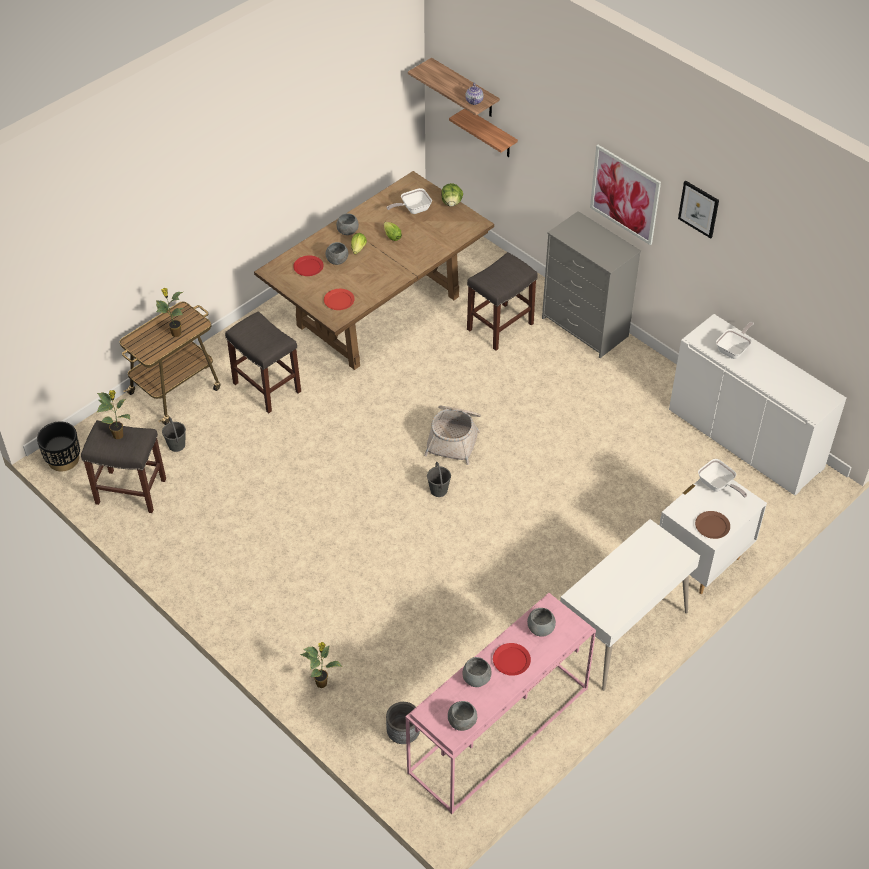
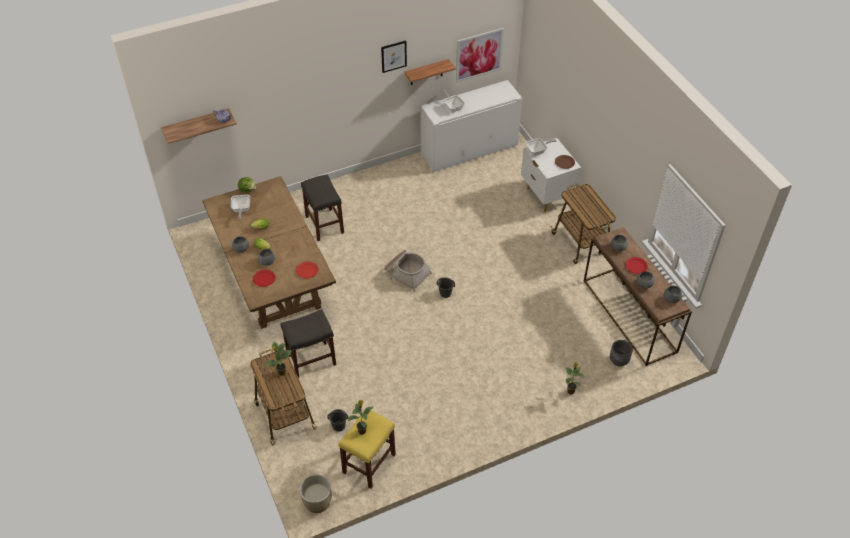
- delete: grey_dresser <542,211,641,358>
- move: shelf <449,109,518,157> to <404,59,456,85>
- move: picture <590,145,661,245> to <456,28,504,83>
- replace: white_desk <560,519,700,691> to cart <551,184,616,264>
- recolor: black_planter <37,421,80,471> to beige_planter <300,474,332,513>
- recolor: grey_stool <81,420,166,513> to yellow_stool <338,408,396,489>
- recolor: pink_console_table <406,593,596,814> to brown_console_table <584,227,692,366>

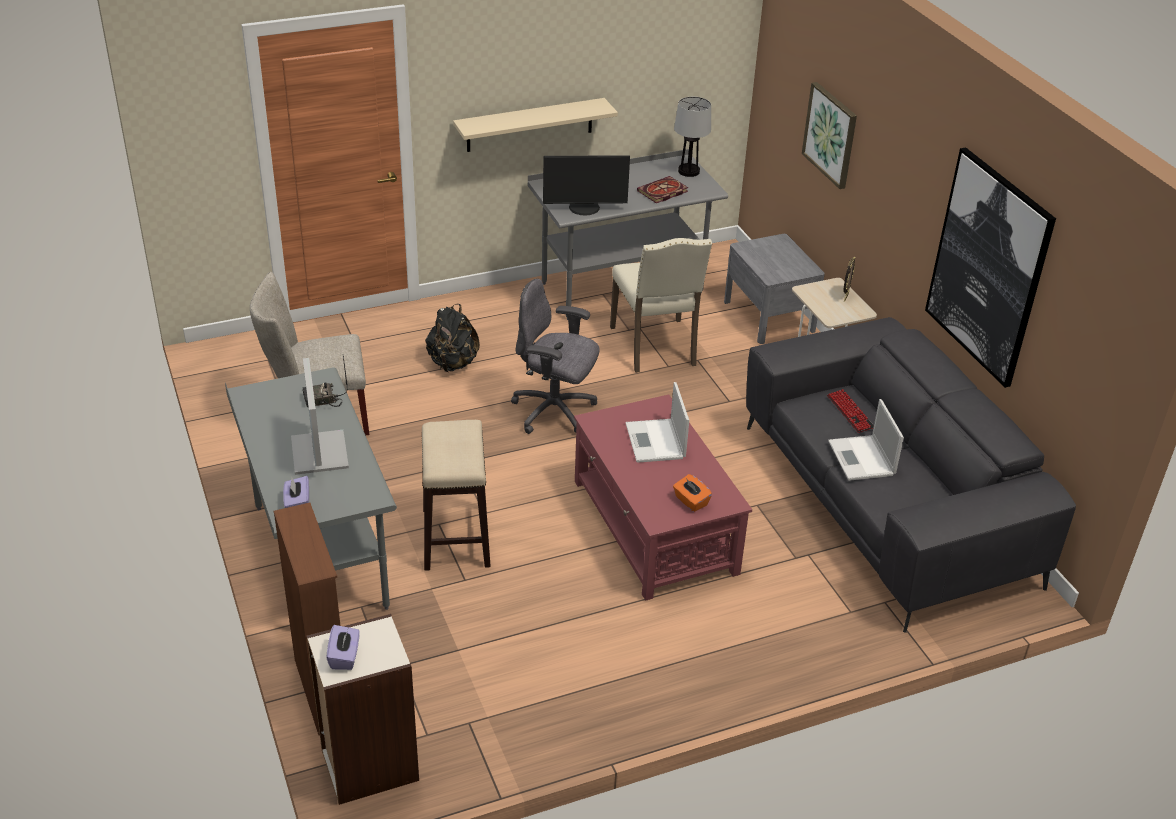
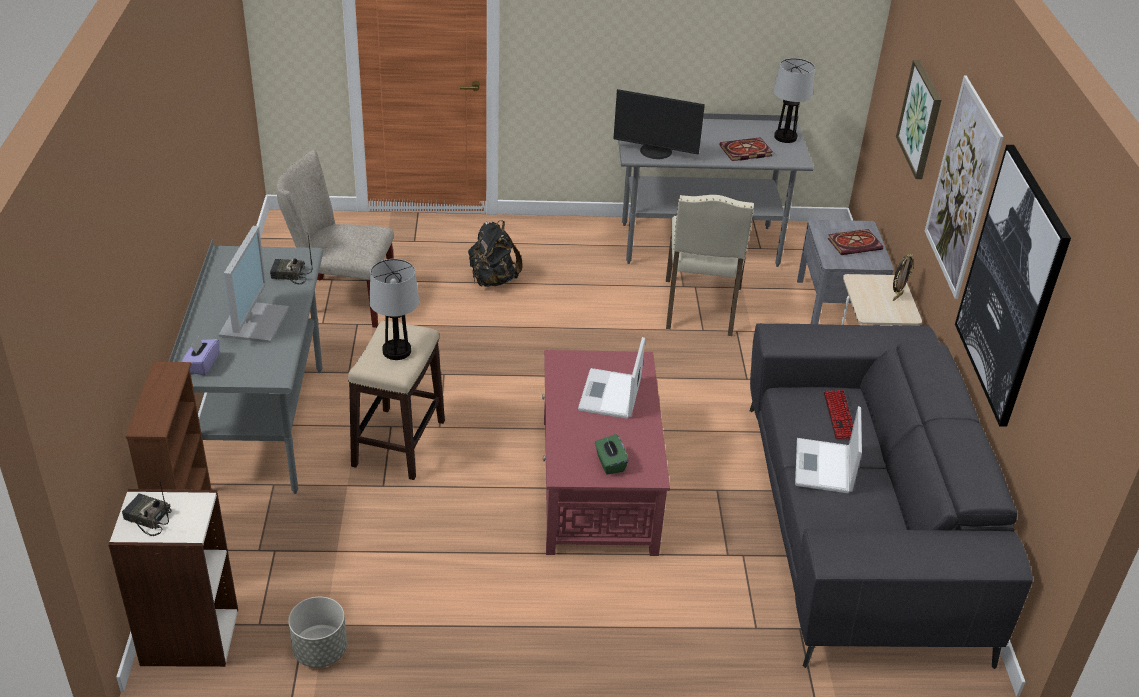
- delete: beige_shelf <453,98,618,152>
- delete: grey_office_chair <511,279,600,434>
- insert: grey_planter <288,597,347,668>
- insert: table_lamp <369,259,419,360>
- insert: book <827,229,883,255>
- insert: picture <925,76,1003,299>
- replace: purple_tissue_box <327,625,360,670> to radio <122,482,172,536>
- recolor: orange_tissue_box <673,474,712,512> to green_tissue_box <595,434,628,474>

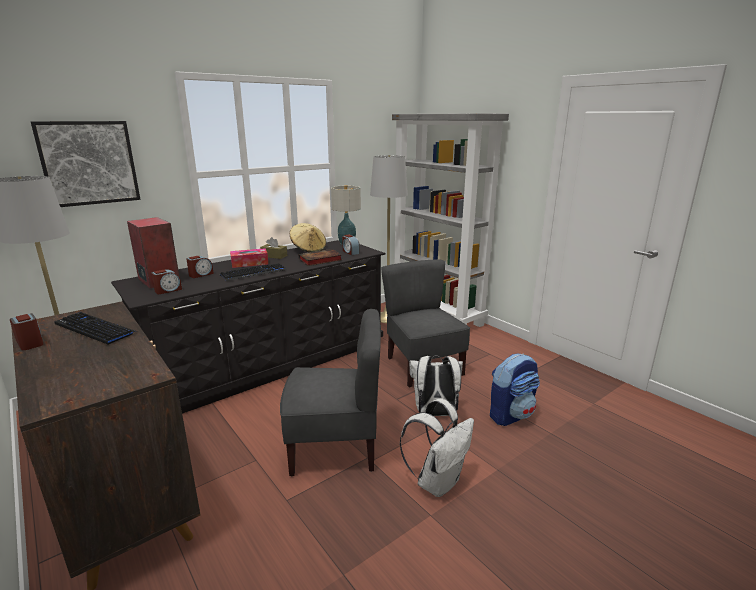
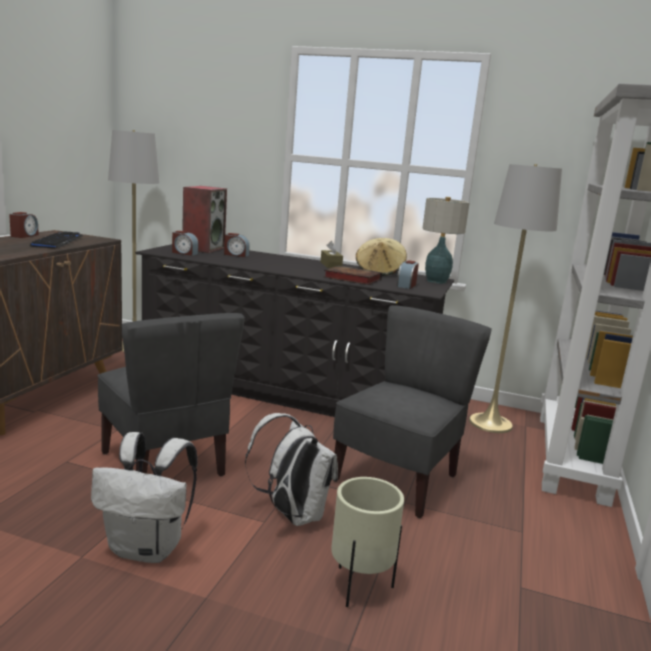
- delete: picture <31,121,141,207>
- delete: keyboard <220,263,287,281>
- delete: tissue_box <230,248,268,268>
- replace: backpack <490,354,540,426> to beige_planter <331,477,404,607>

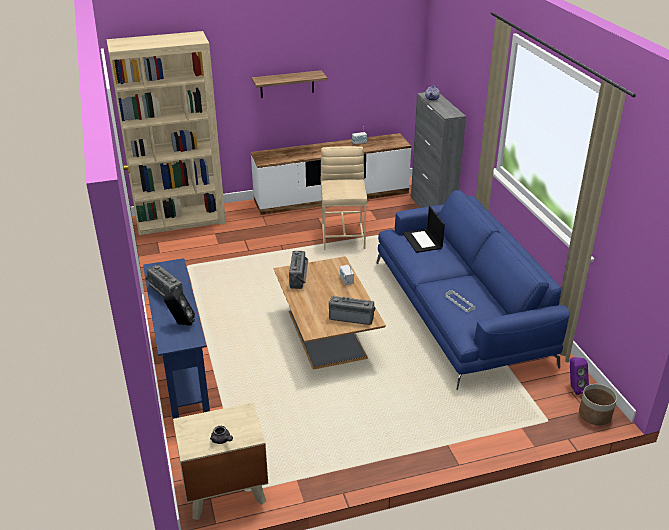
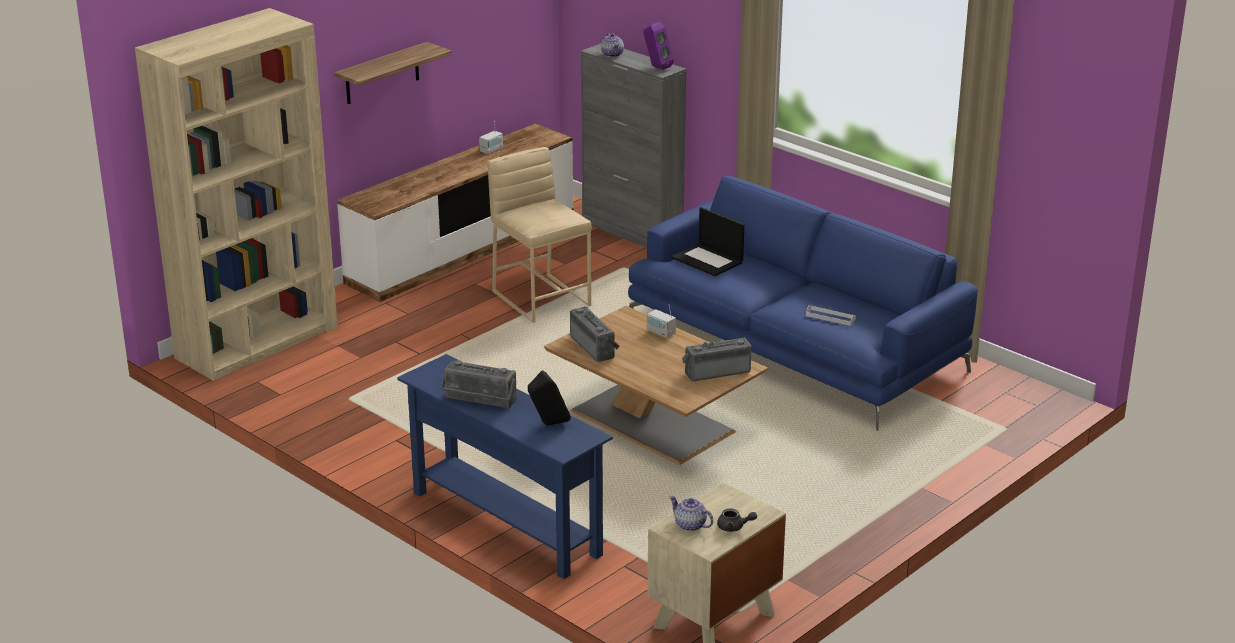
- delete: planter <579,384,617,425>
- insert: teapot <669,496,713,531>
- move: purple_speaker <570,357,589,395> to <643,22,674,70>

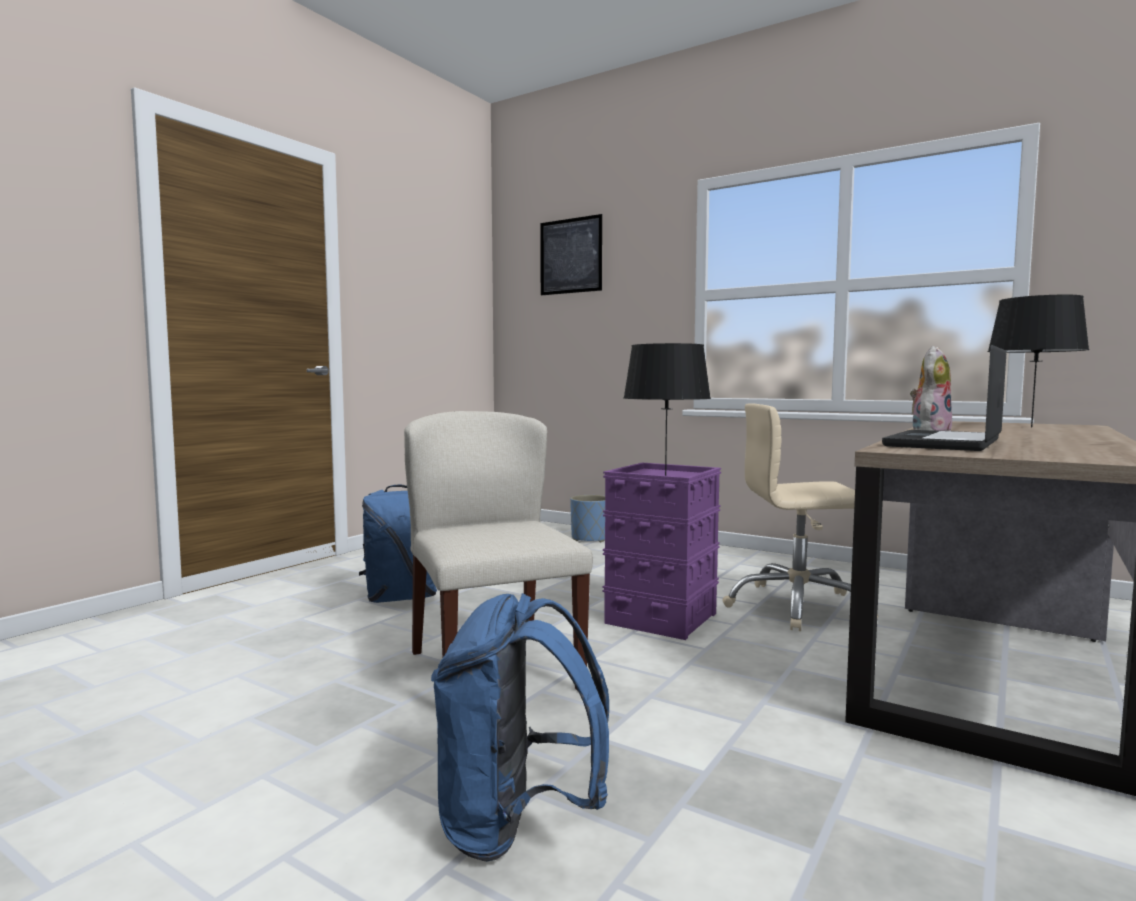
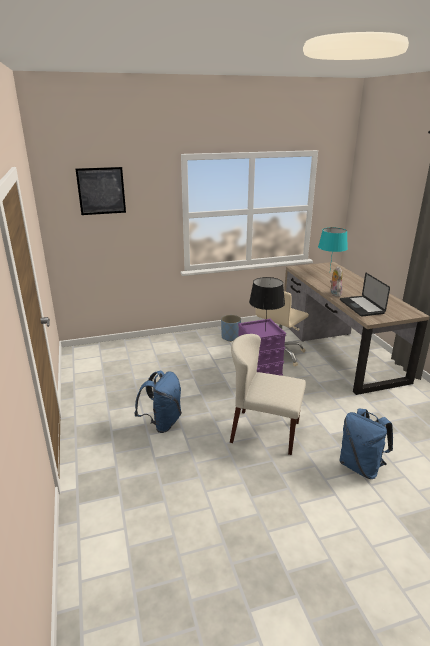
- move: blue_planter <570,495,605,542> to <221,315,241,342>
- recolor: black_table_lamp <988,295,1089,428> to turquoise_table_lamp <318,227,348,269>

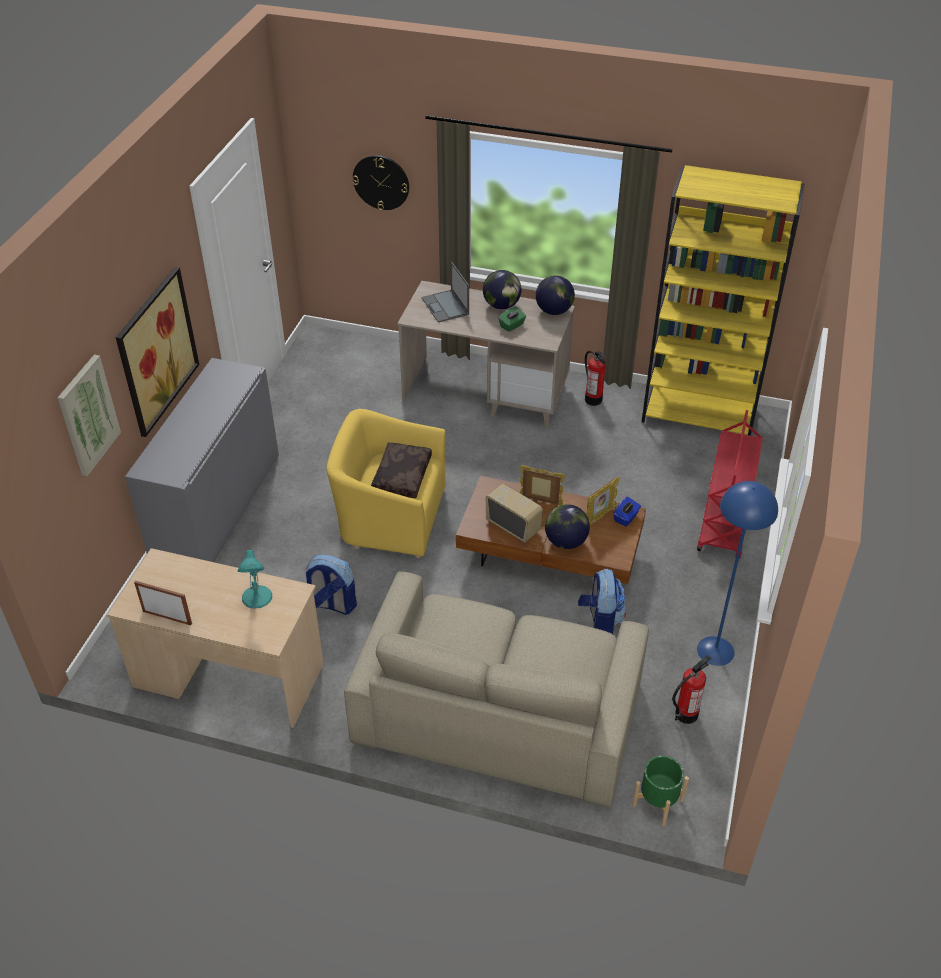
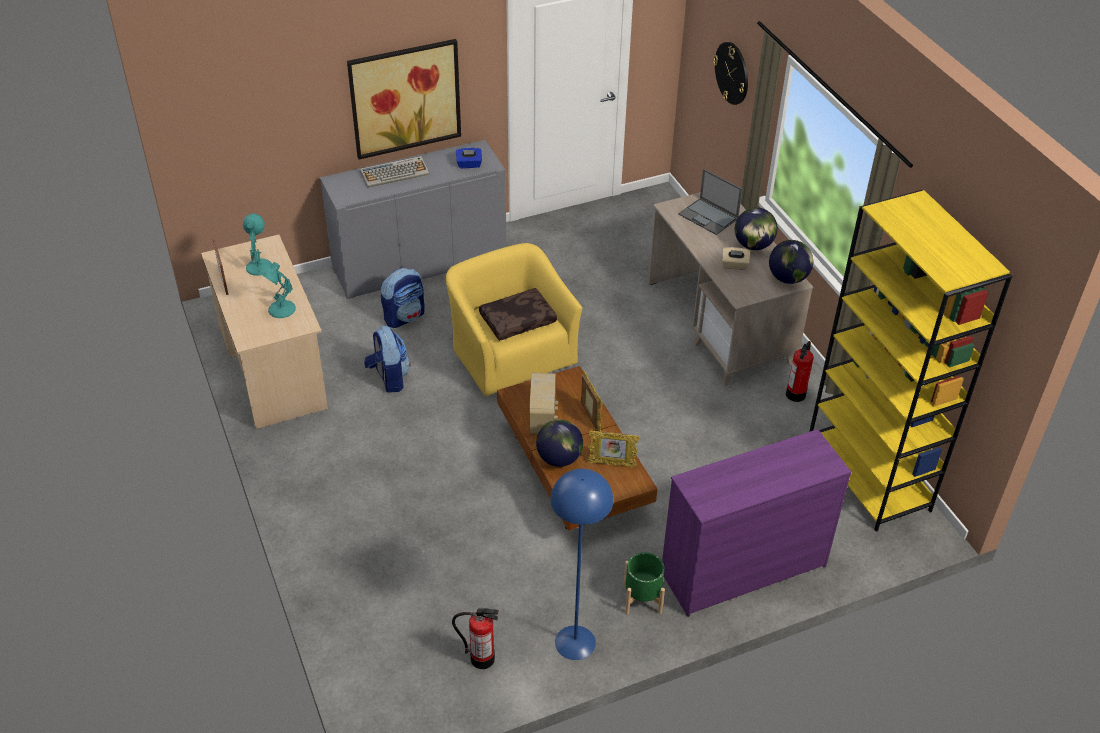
- delete: picture <58,355,121,476>
- delete: beige_sofa <344,572,649,808>
- insert: turquoise_table_lamp <243,213,272,276>
- insert: keyboard <360,156,429,188>
- move: backpack <578,569,626,634> to <381,268,425,328>
- move: blue_tissue_box <613,497,641,526> to <456,148,482,168>
- move: green_planter <632,756,689,826> to <623,552,665,614>
- replace: red_cart <697,410,763,558> to purple_dresser <662,429,852,617>
- recolor: green_tissue_box <498,307,526,332> to beige_tissue_box <722,247,750,270>
- rotate: laptop <421,262,469,322> = <678,169,743,235> 75 degrees counterclockwise

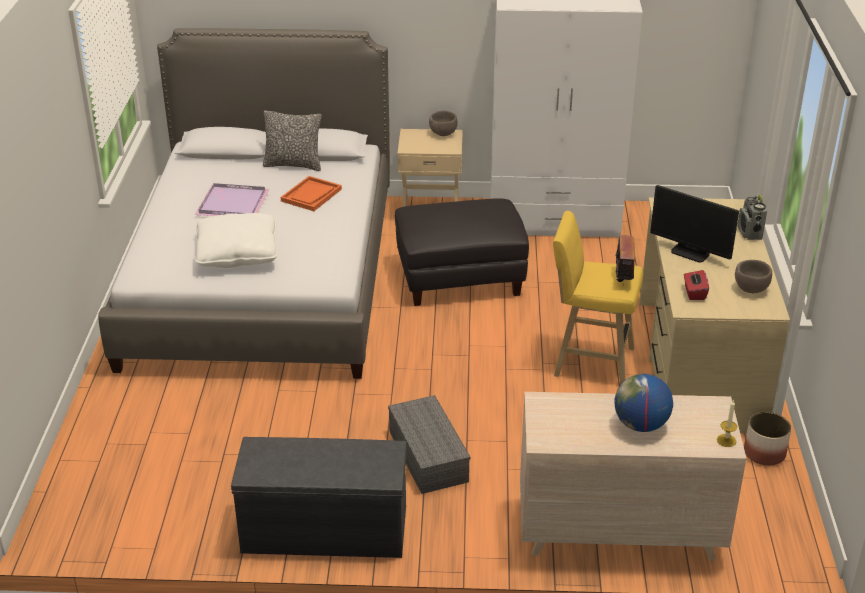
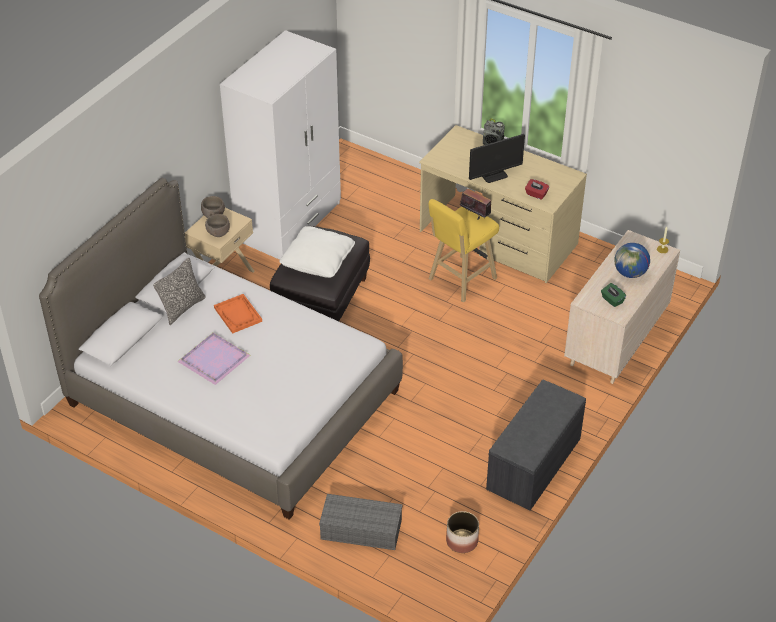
- insert: green_tissue_box <601,283,626,307>
- move: white_pillow <195,213,278,268> to <280,226,355,278>
- move: grey_storage_box <388,395,470,494> to <319,494,403,550>
- move: brown_bowl <735,260,772,293> to <205,214,230,237>
- move: planter <744,412,791,465> to <446,511,479,553>

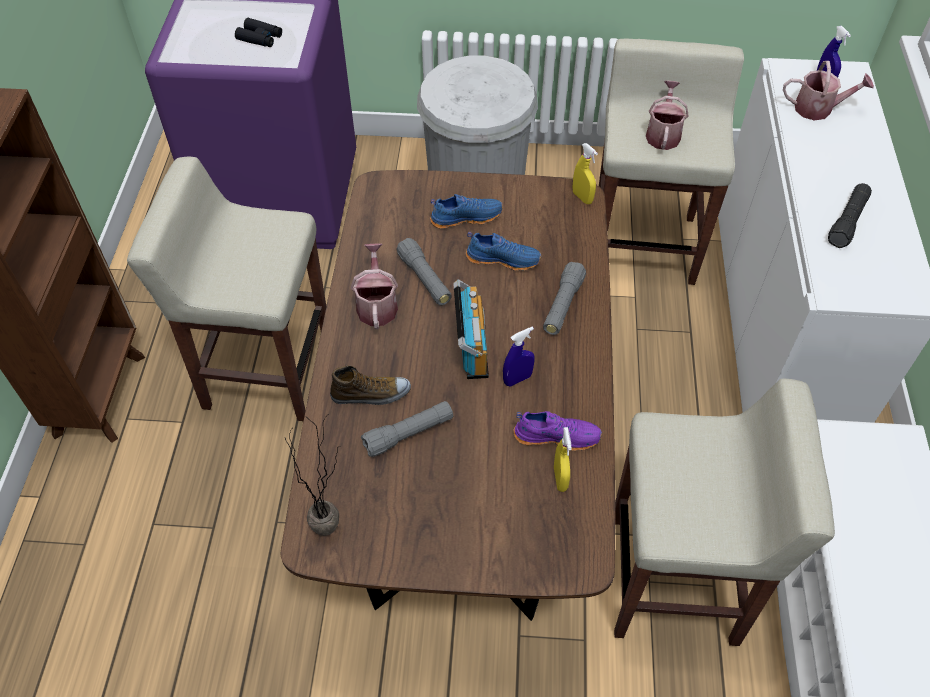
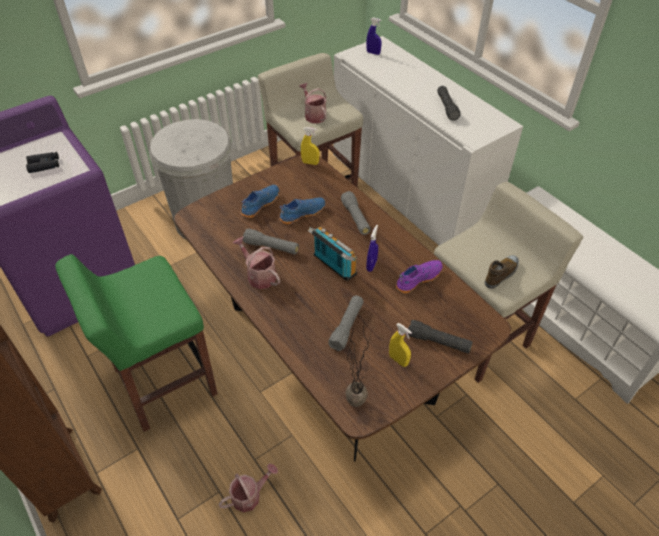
- insert: black_flashlight <408,320,473,353>
- move: shoe <330,366,411,405> to <485,255,519,289>
- move: yellow_spray_bottle <554,427,572,492> to <389,323,412,367>
- move: watering_can <783,61,874,120> to <218,463,278,512>
- recolor: beige_stool <127,157,326,421> to green_stool <55,254,218,432>

